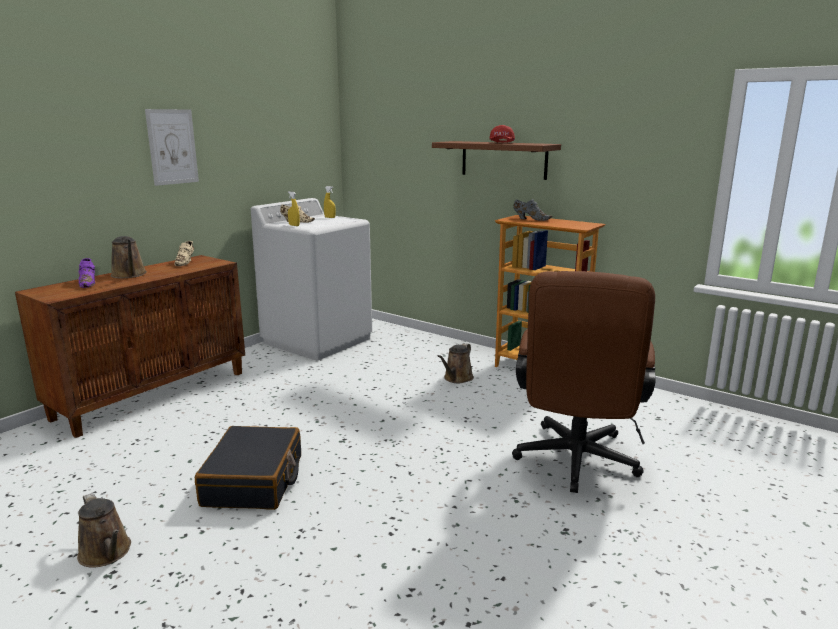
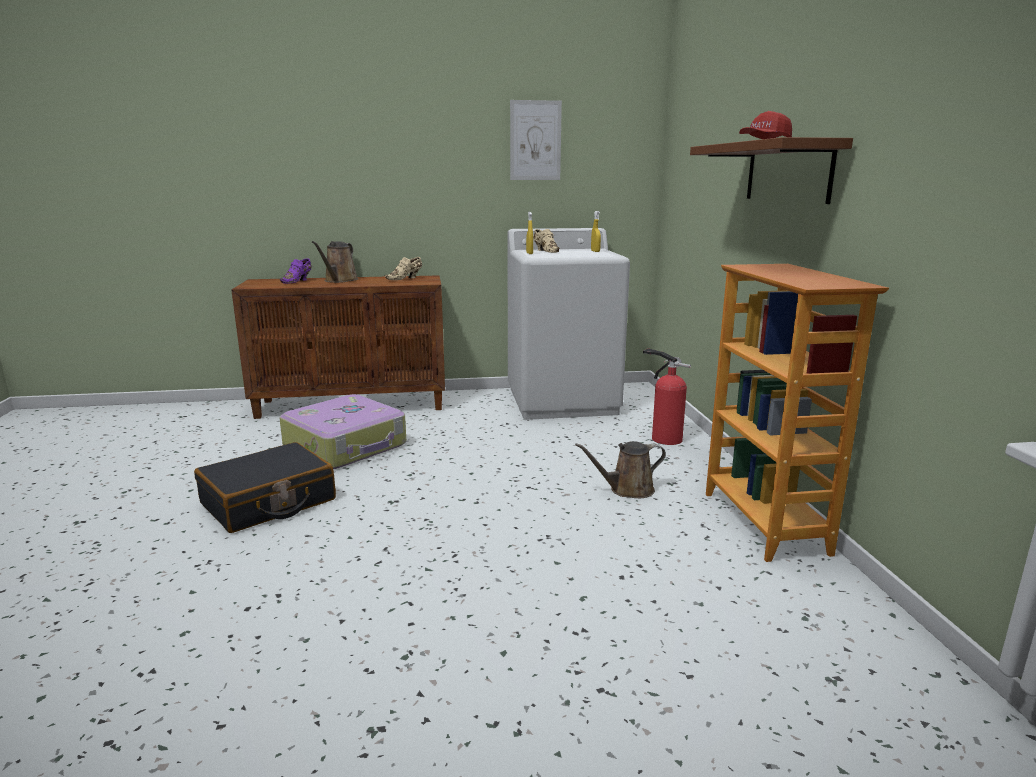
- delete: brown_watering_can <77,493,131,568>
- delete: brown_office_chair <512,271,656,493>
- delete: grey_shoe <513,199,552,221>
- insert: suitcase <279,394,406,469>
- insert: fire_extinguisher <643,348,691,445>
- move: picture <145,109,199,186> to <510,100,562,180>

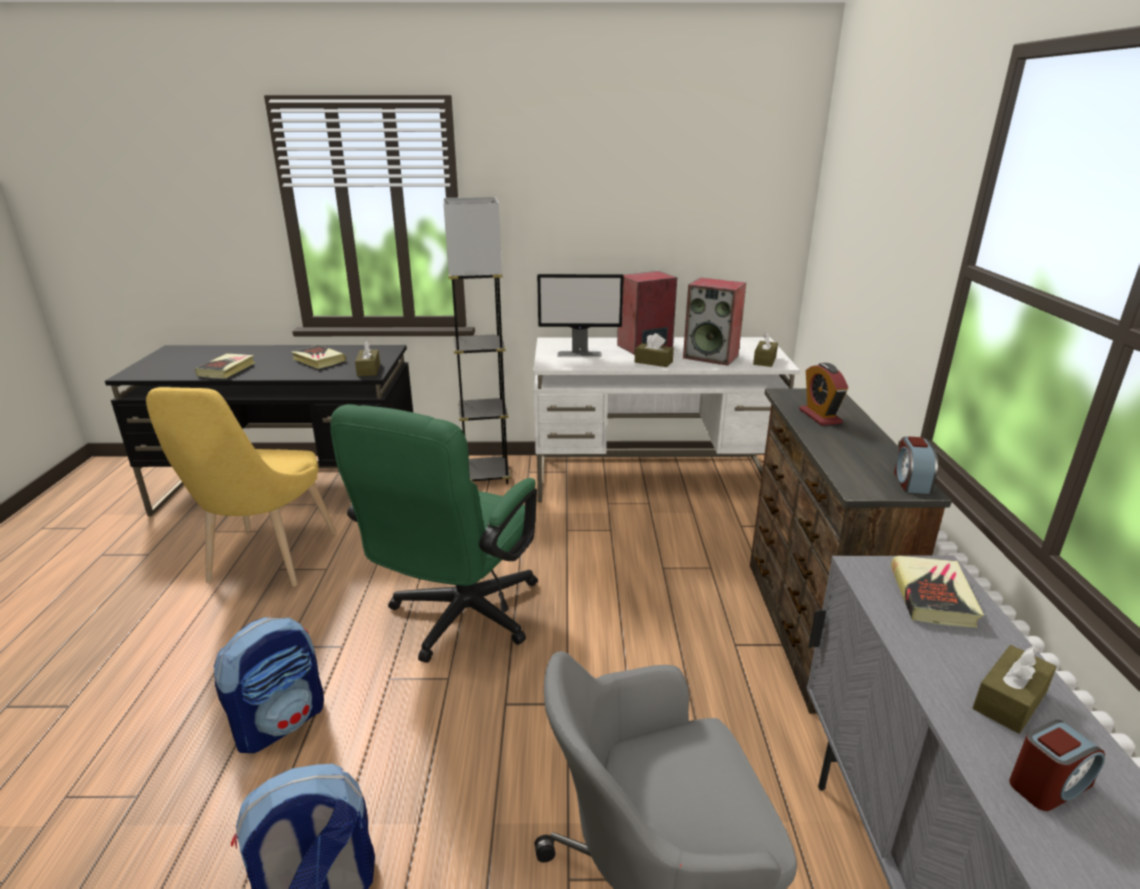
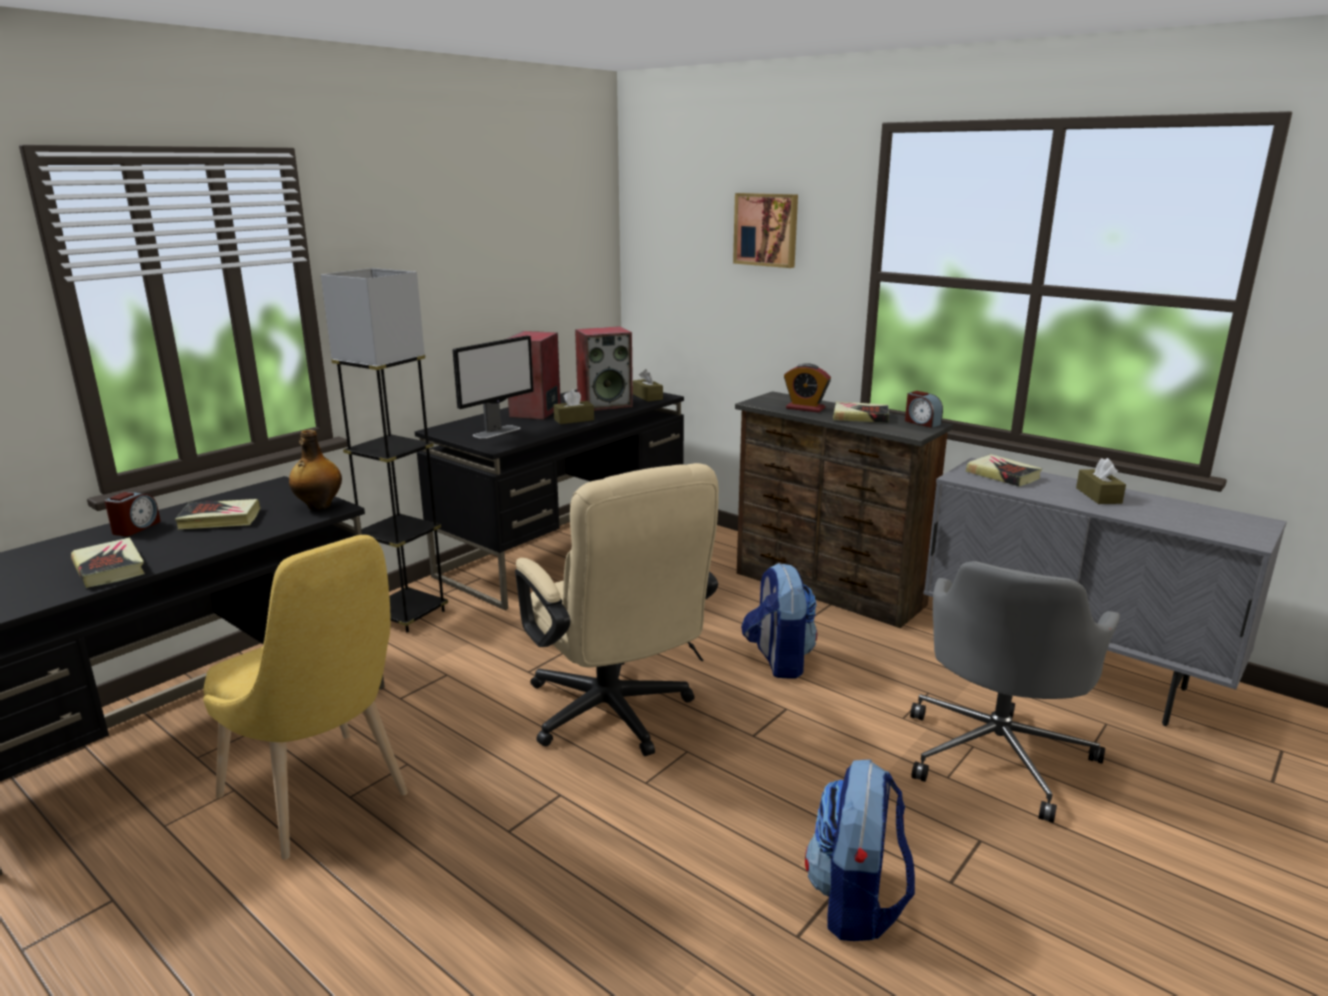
- insert: picture <733,193,798,268>
- insert: book <833,401,889,423>
- move: backpack <214,617,324,753> to <741,563,817,679>
- move: alarm_clock <1009,720,1105,811> to <105,492,161,536>
- replace: brown_tissue_box <355,341,380,376> to bottle <289,430,342,510>
- recolor: green_office_chair <330,404,538,663> to beige_office_chair <515,463,719,756>
- recolor: white_desk <533,337,800,503> to black_desk <415,389,684,610>

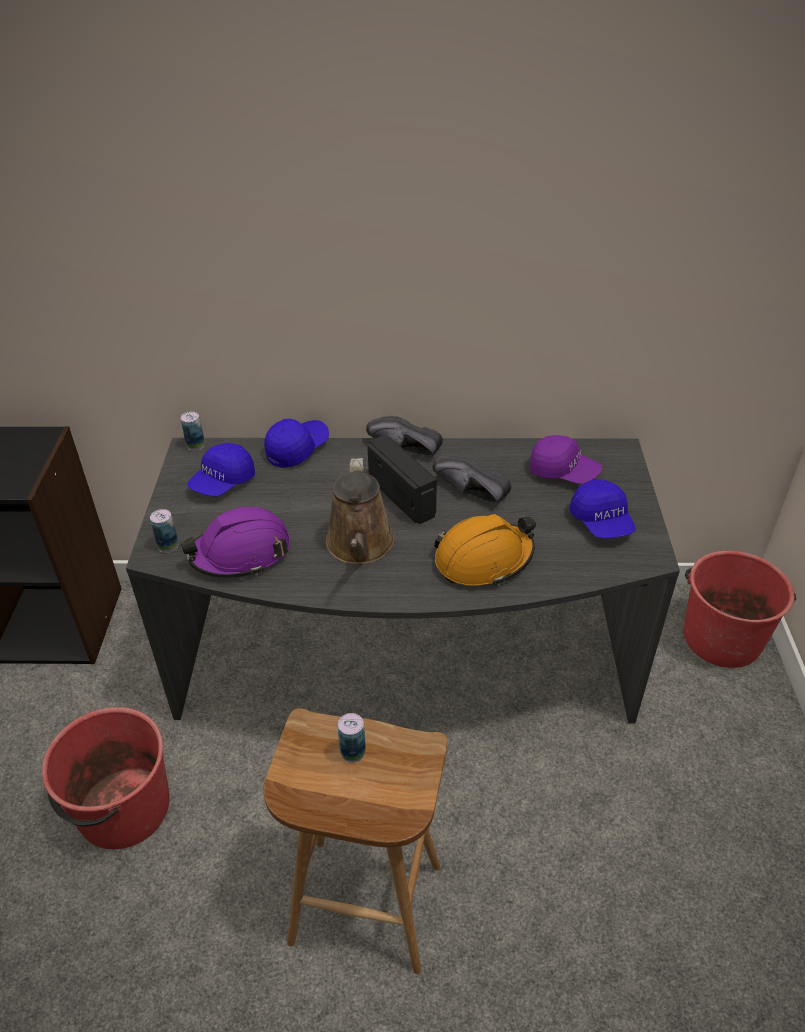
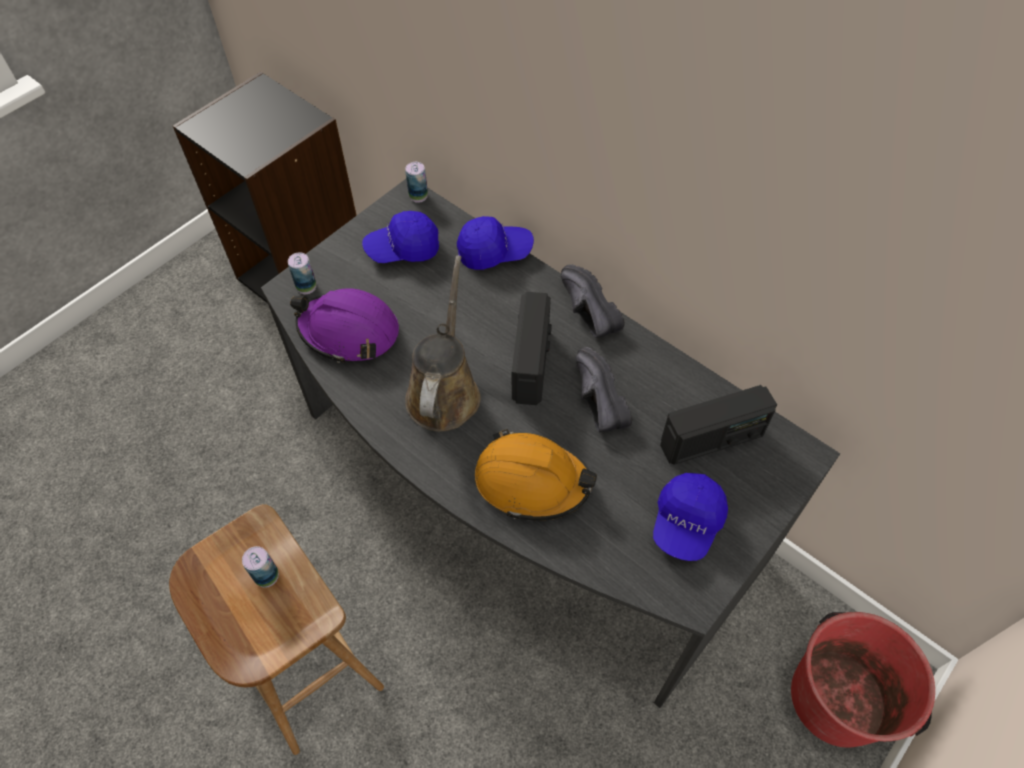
- delete: red_bucket <42,707,169,849>
- replace: purple_cap <530,435,602,484> to radio <660,385,777,465>
- rotate: brown_watering_can <326,458,395,565> = <405,255,480,431> 150 degrees clockwise

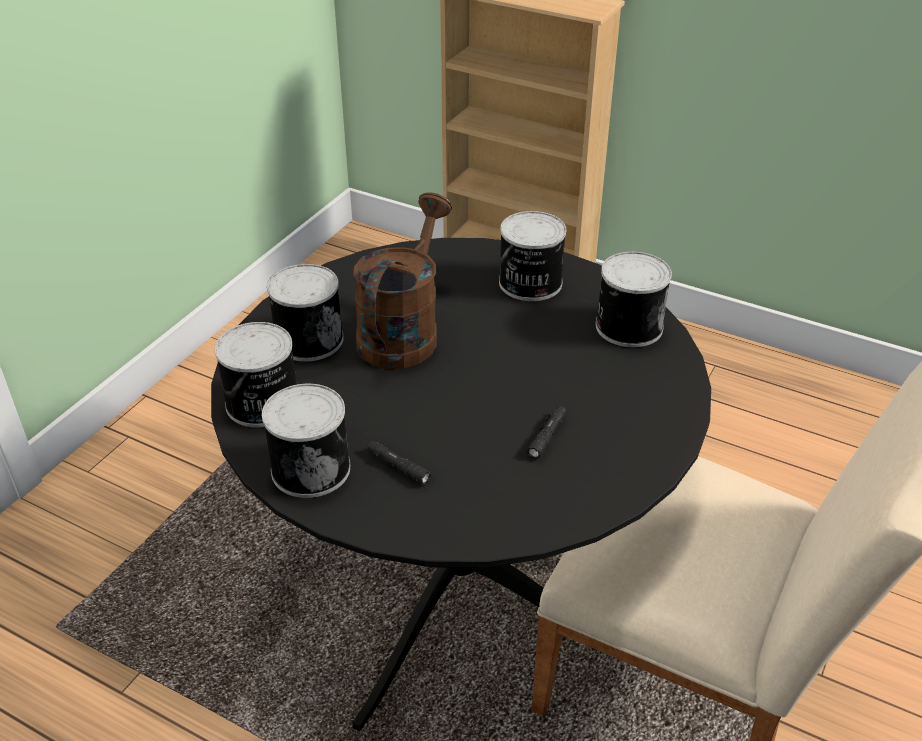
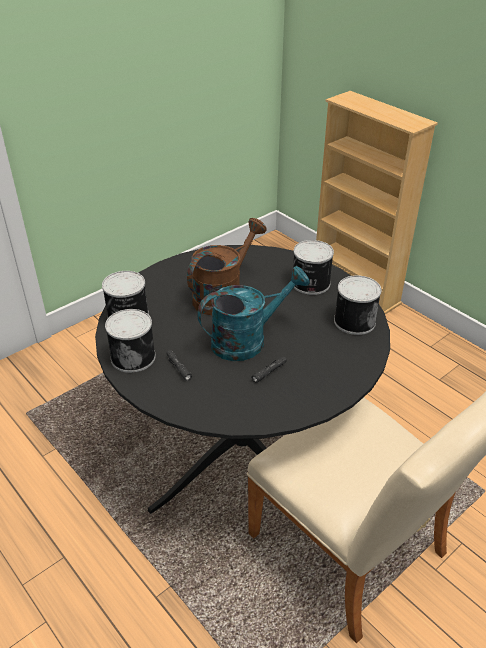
- delete: can <267,264,344,362>
- insert: turquoise_watering_can <197,266,310,361>

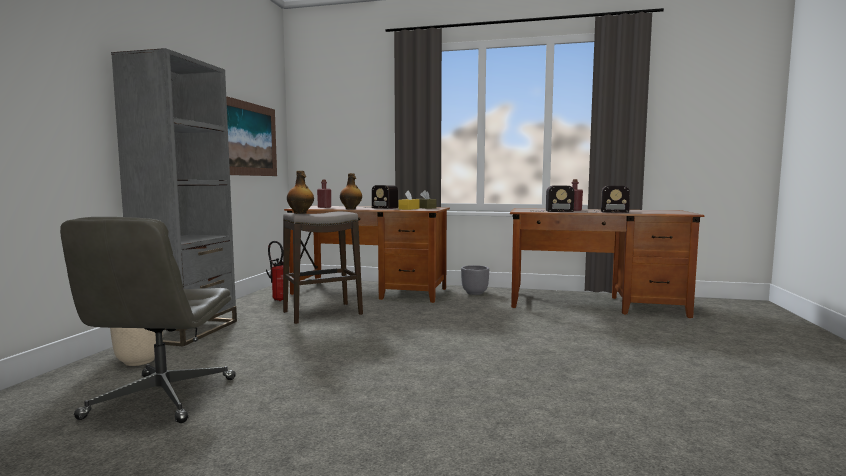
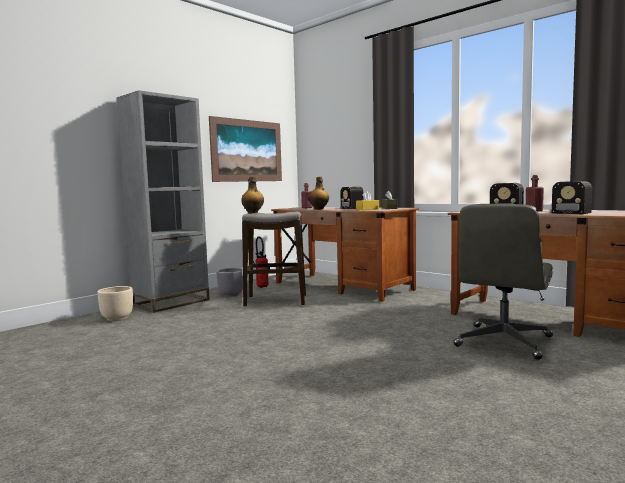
- move: grey_office_chair <60,217,236,423> to <453,204,553,360>
- move: grey_planter <461,265,489,295> to <216,268,243,297>

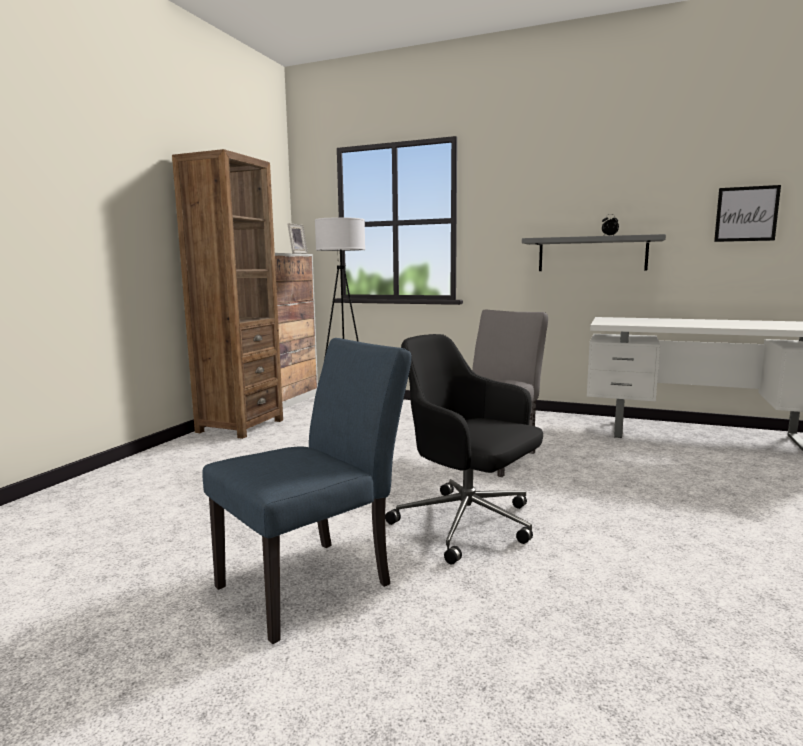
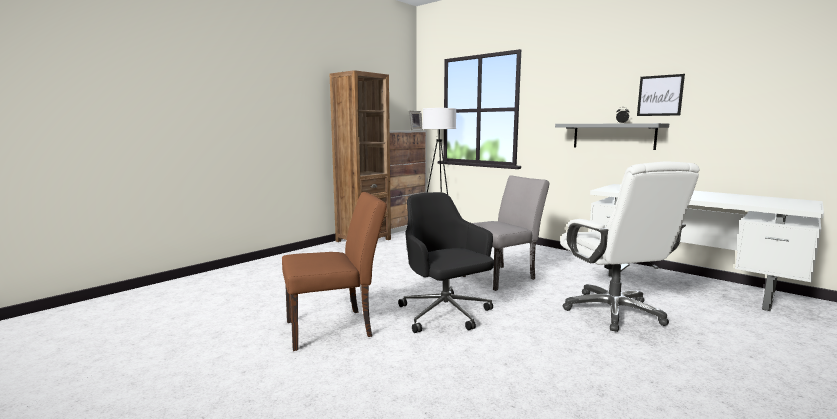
- insert: white_office_chair <560,161,700,332>
- move: picture <714,185,781,242> to <637,74,685,116>
- recolor: blue_chair <203,338,412,644> to brown_chair <282,192,387,351>

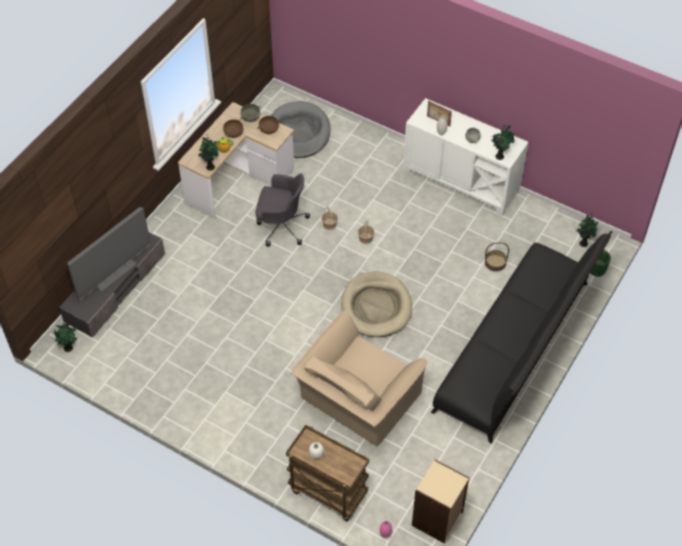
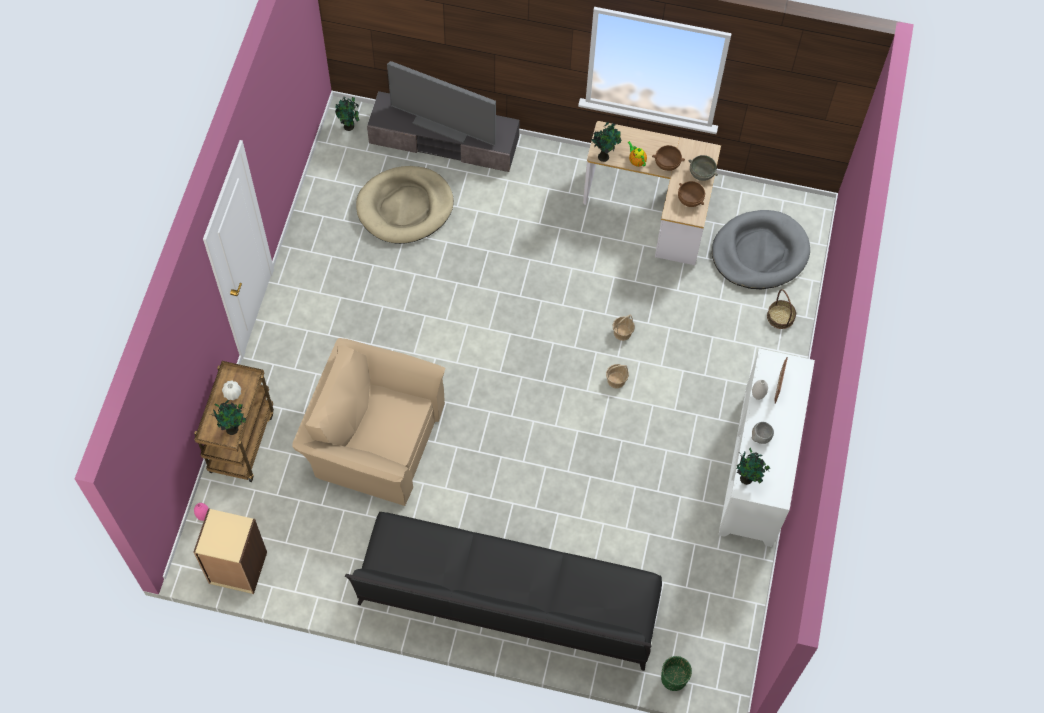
- delete: grey_office_chair <255,173,310,247>
- move: beige_dog_bed <341,272,412,337> to <356,166,454,244>
- move: basket <485,242,509,272> to <767,289,796,329>
- move: potted_plant <576,215,599,247> to <213,400,246,435>

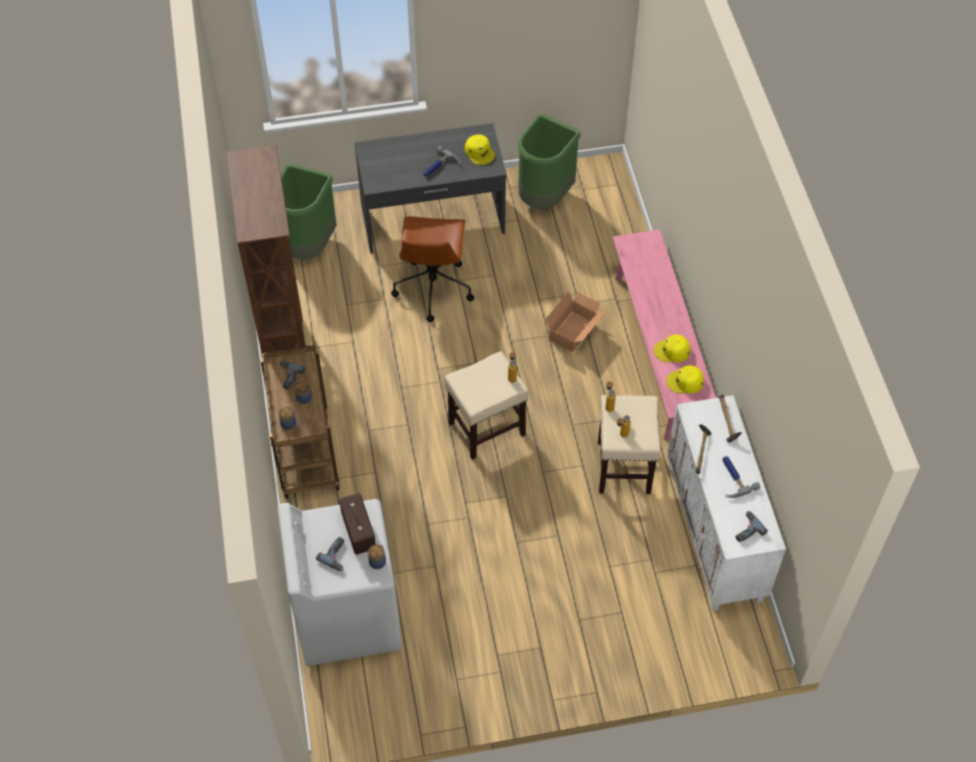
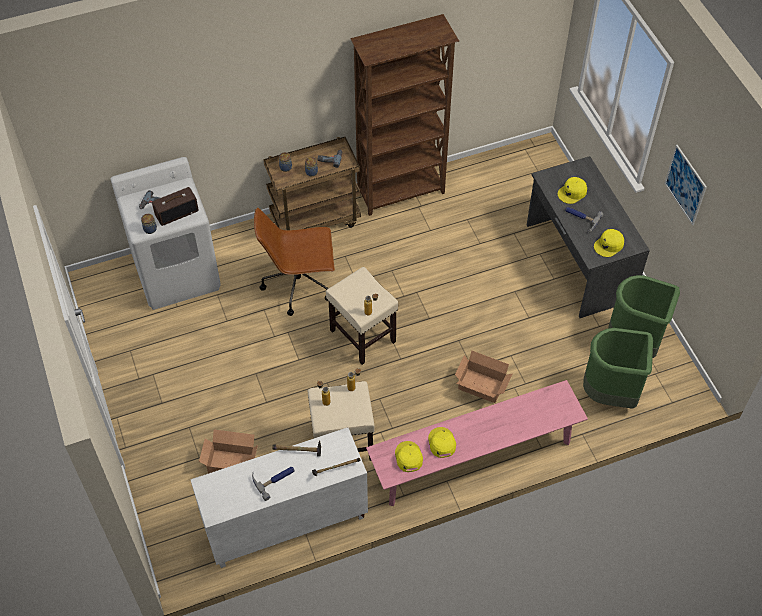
- delete: power_drill <736,511,768,542>
- insert: cardboard_box <199,429,258,474>
- insert: yellow_cap <558,177,587,204>
- insert: picture <664,145,707,225>
- move: green_trash_can <281,164,337,259> to <583,328,653,409>
- move: brown_office_chair <391,216,474,322> to <254,208,335,316>

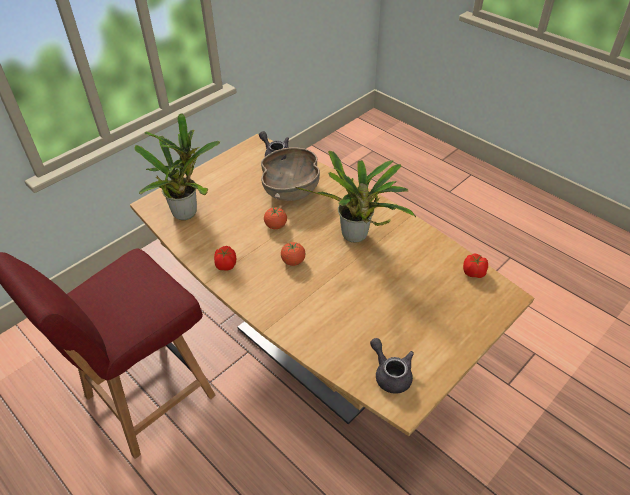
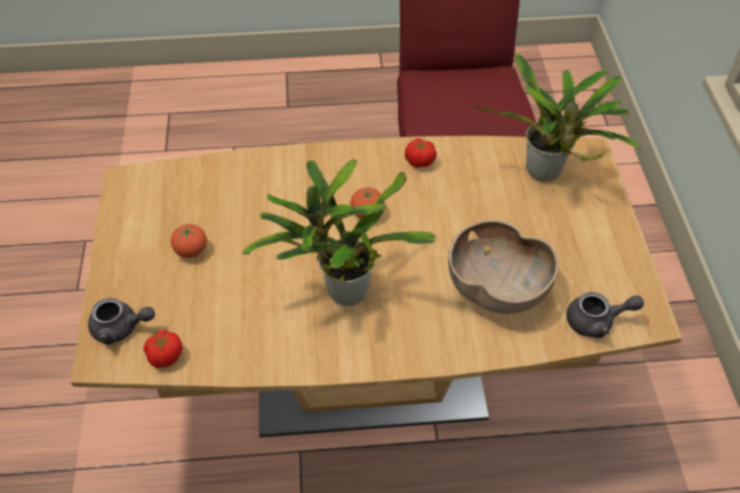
- move: tomato <264,207,287,229> to <171,224,207,258>
- move: grey_teapot <370,338,414,394> to <88,298,155,344>

